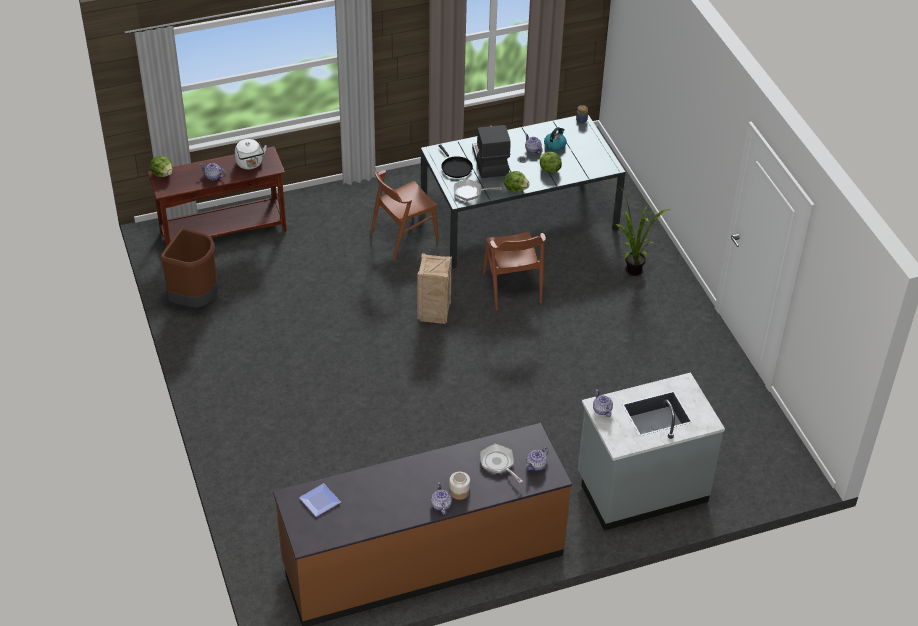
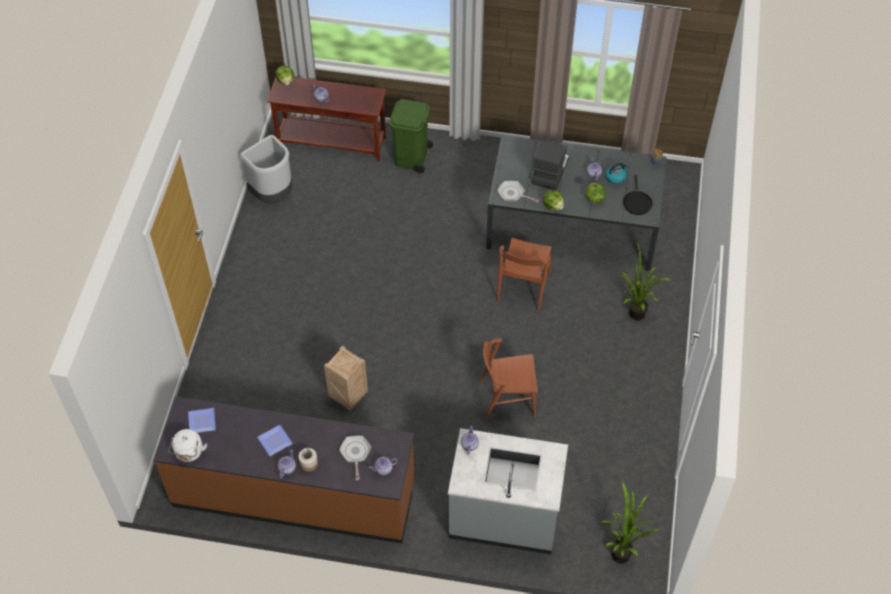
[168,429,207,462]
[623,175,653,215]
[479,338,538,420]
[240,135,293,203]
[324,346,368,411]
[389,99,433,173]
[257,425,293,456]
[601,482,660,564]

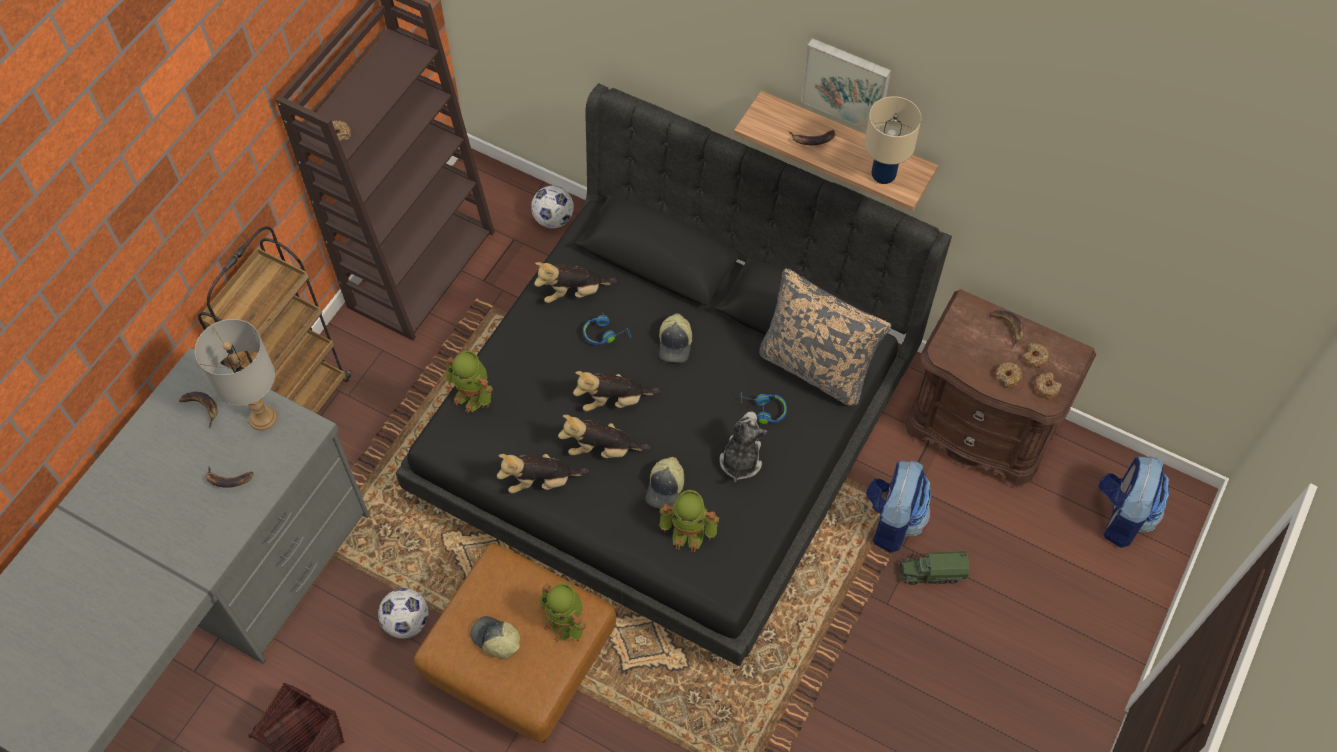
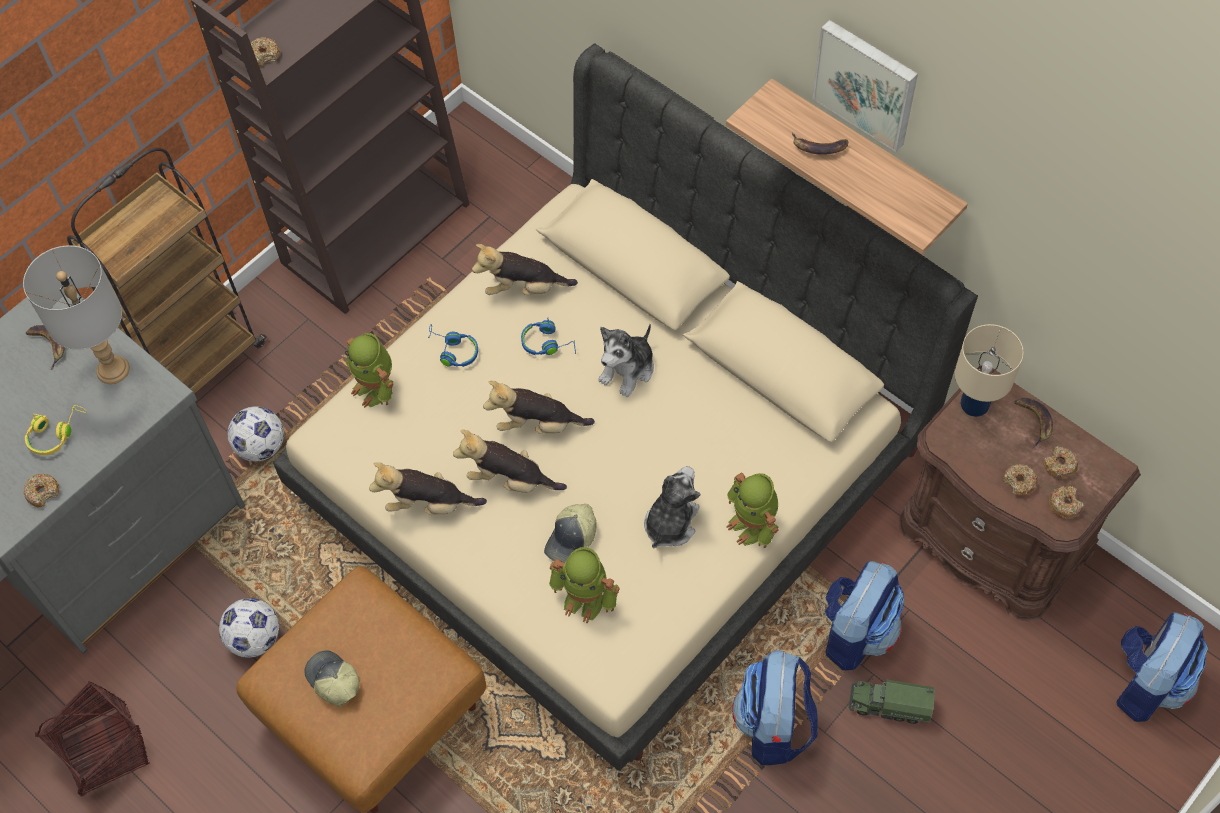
[273,43,978,771]
[955,324,1023,417]
[227,406,284,462]
[759,268,891,406] (first image)
[598,324,654,397]
[428,325,478,367]
[25,405,87,455]
[727,473,779,548]
[24,474,59,507]
[732,650,818,765]

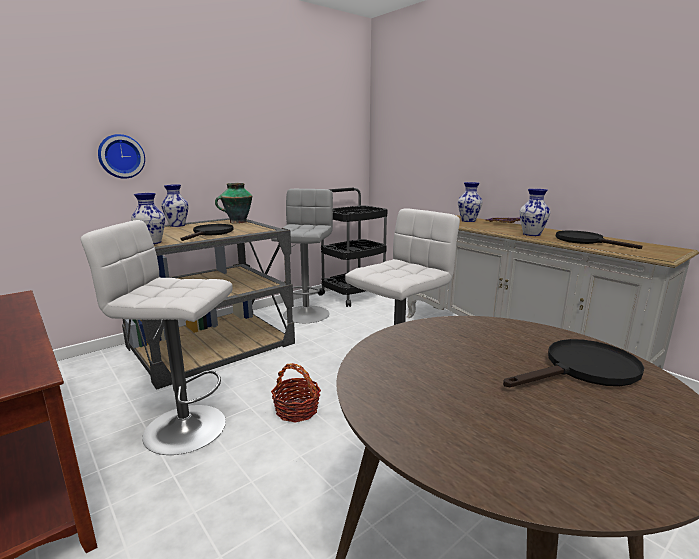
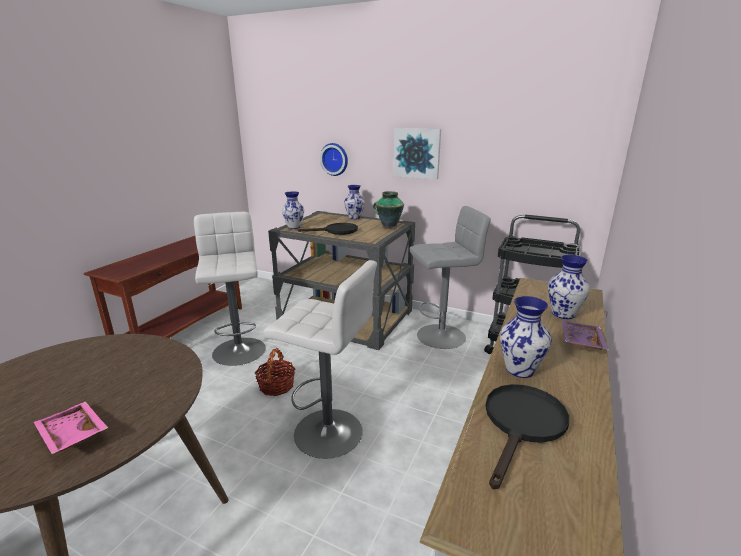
[34,402,108,454]
[393,128,441,180]

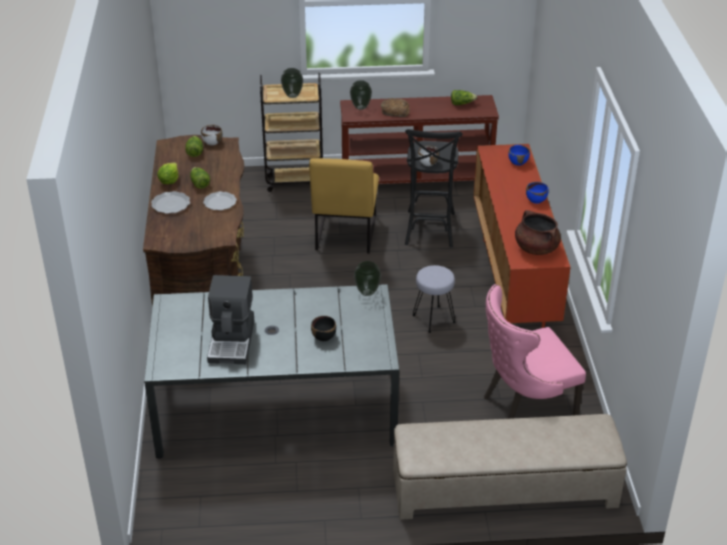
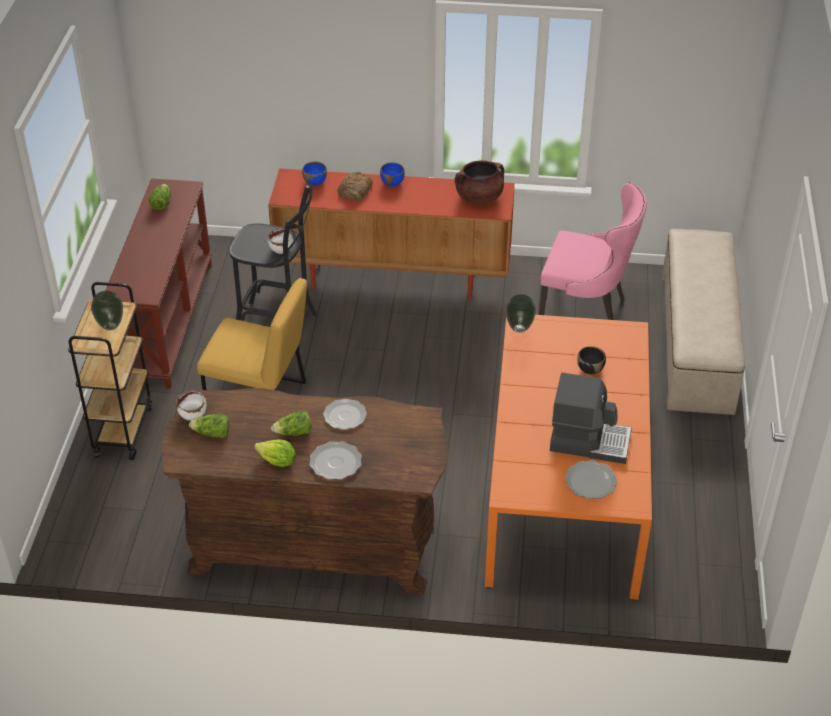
[350,80,372,110] (first image)
[338,172,373,200]
[412,265,456,333] (first image)
[485,315,652,600]
[539,182,647,320]
[565,460,618,499]

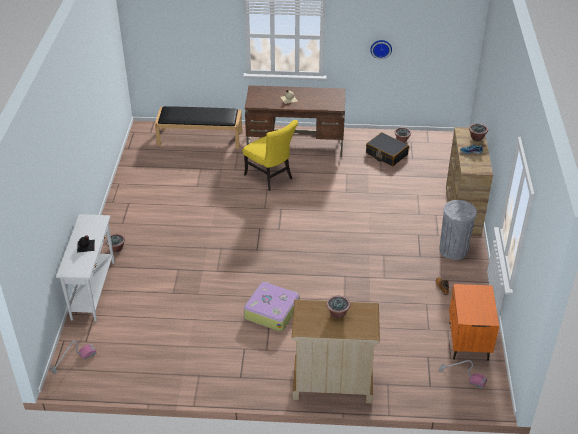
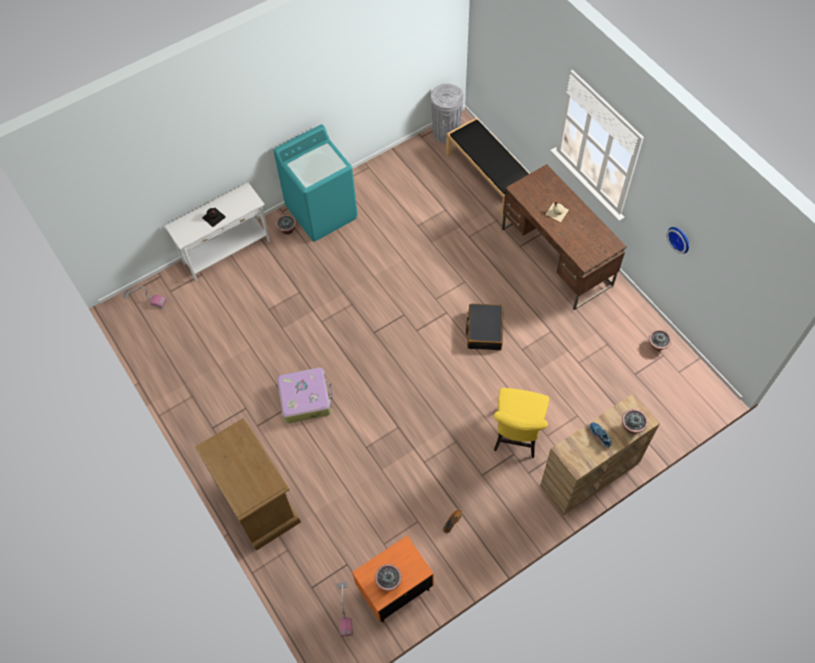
[494,388,550,458]
[466,303,504,350]
[431,84,464,143]
[375,564,402,591]
[273,125,358,242]

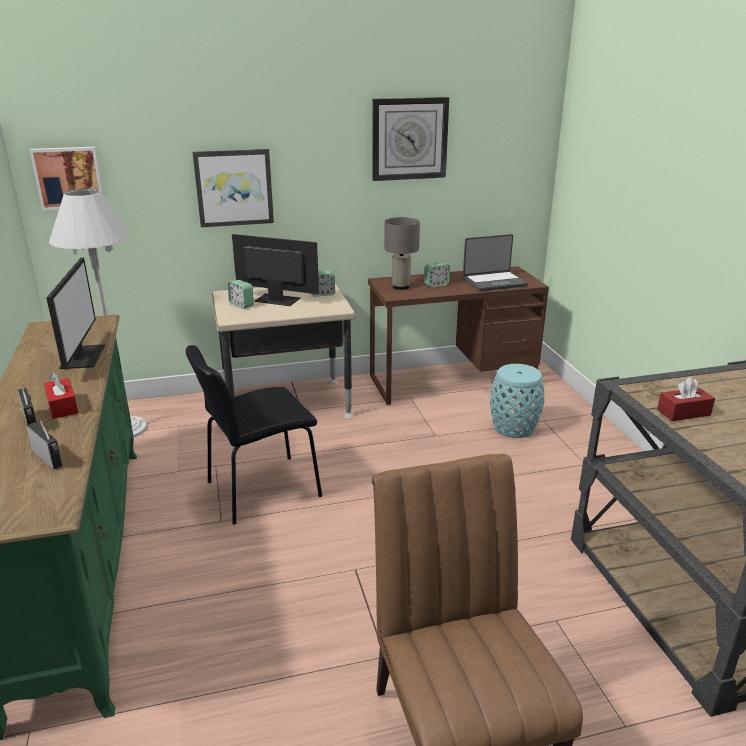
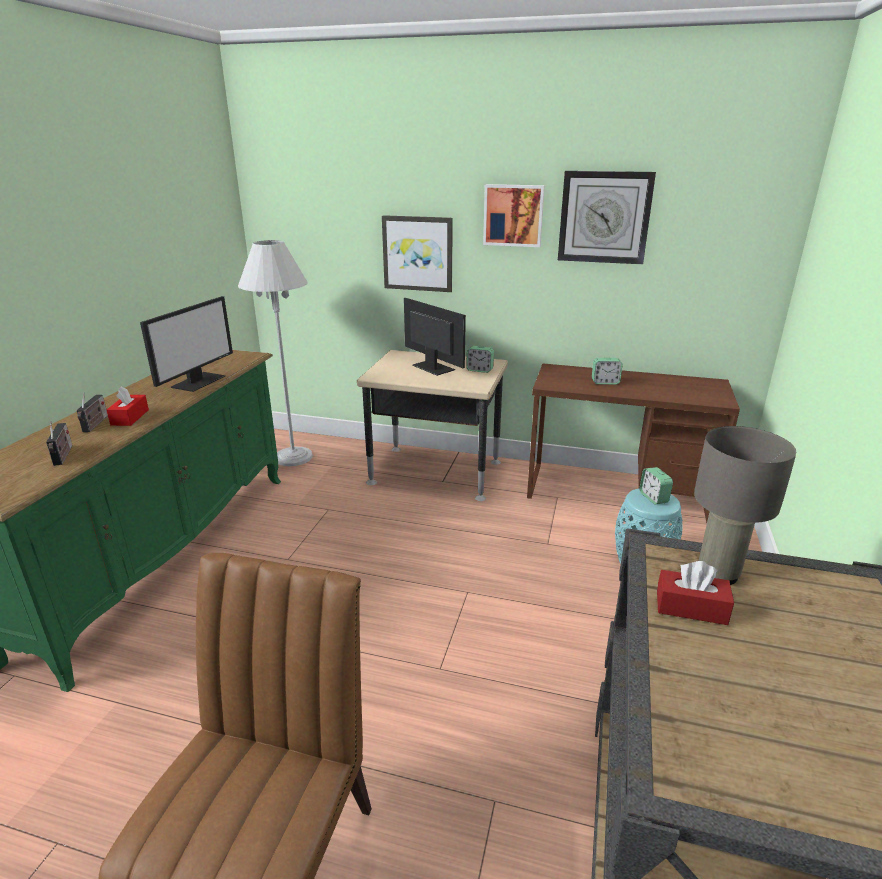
[483,184,545,247]
[694,426,796,585]
[463,234,528,291] (first image)
[639,467,673,504]
[186,345,322,524] (first image)

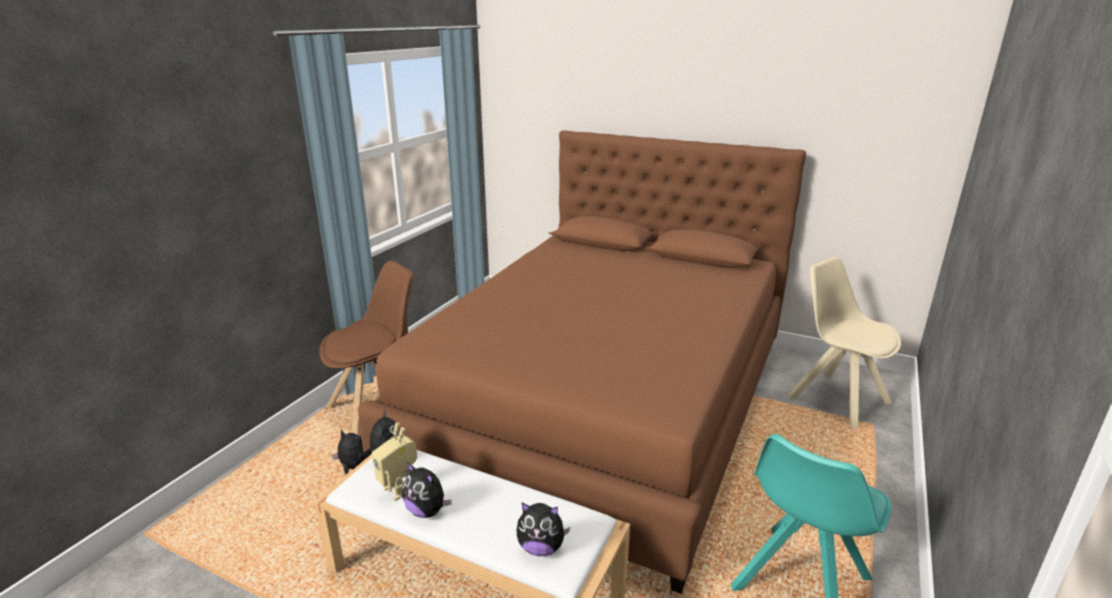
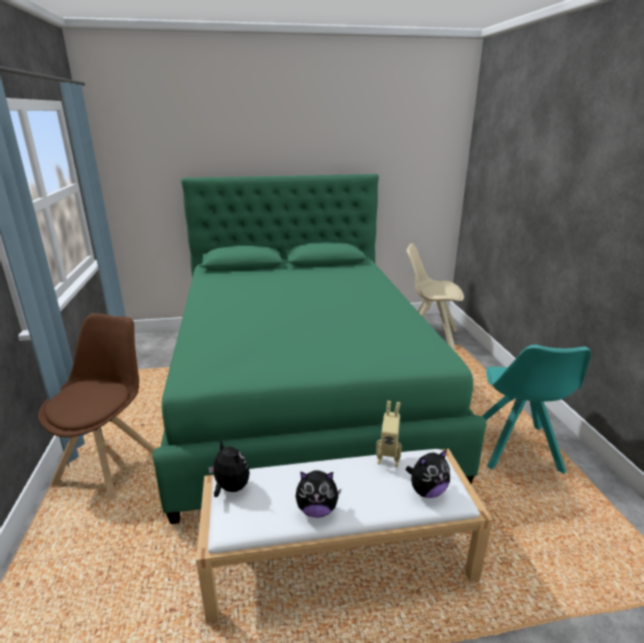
[152,174,487,524]
[376,401,402,467]
[332,430,365,474] (first image)

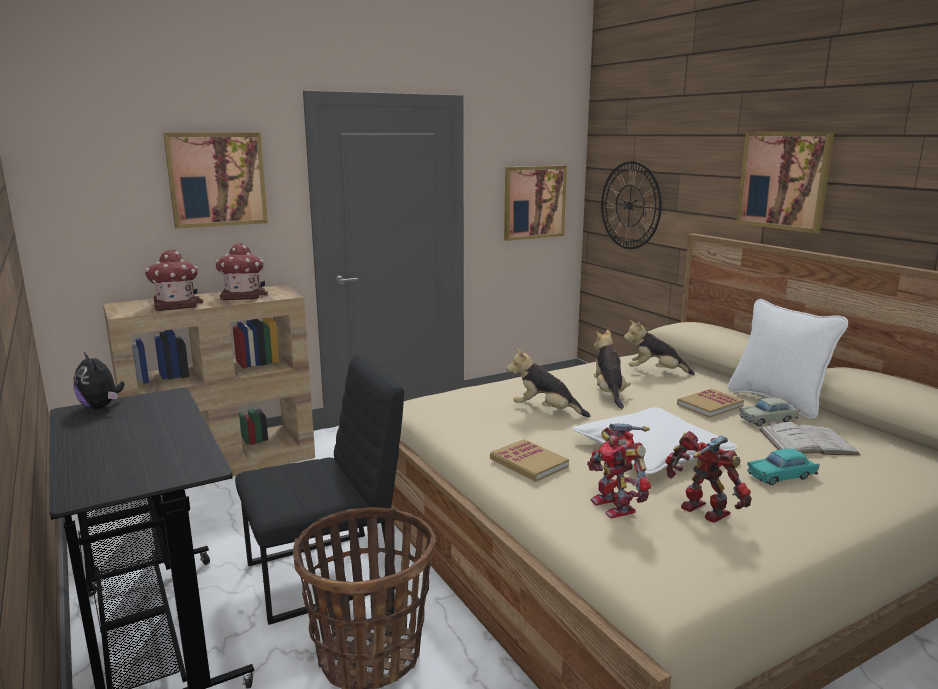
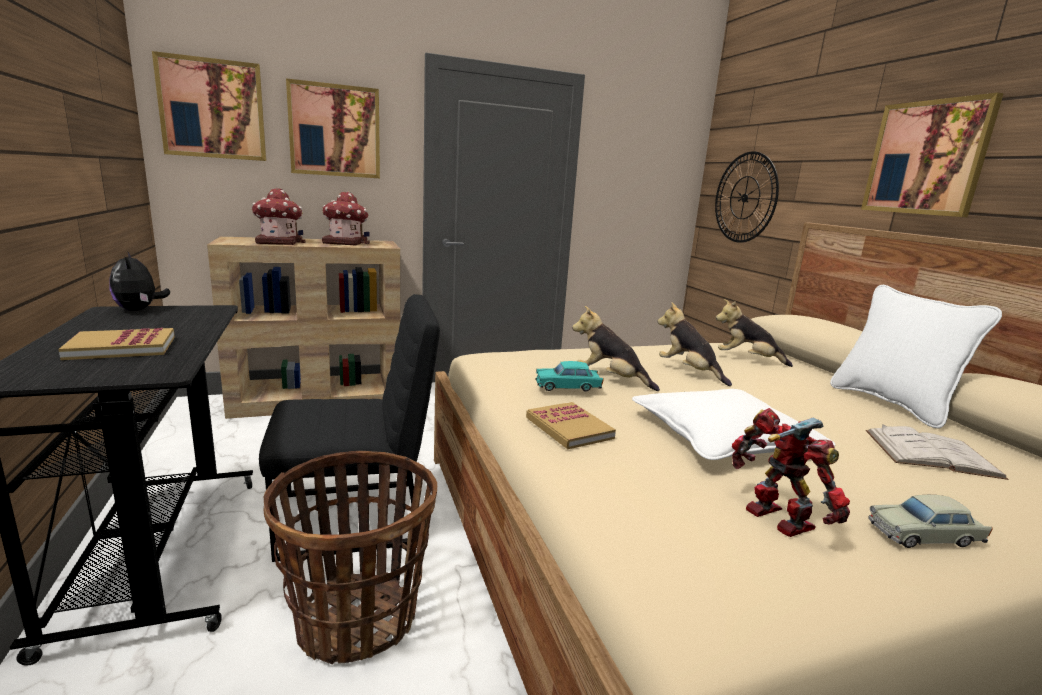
[152,51,266,161]
[658,302,732,386]
[58,328,175,360]
[868,495,993,548]
[587,423,651,518] (first image)
[536,361,604,391]

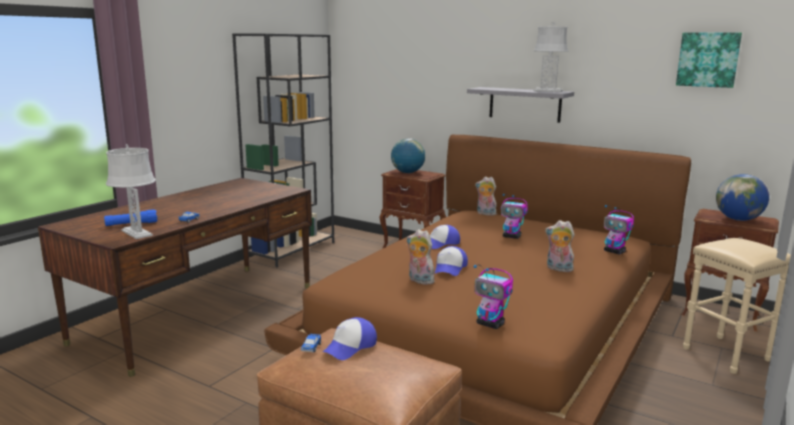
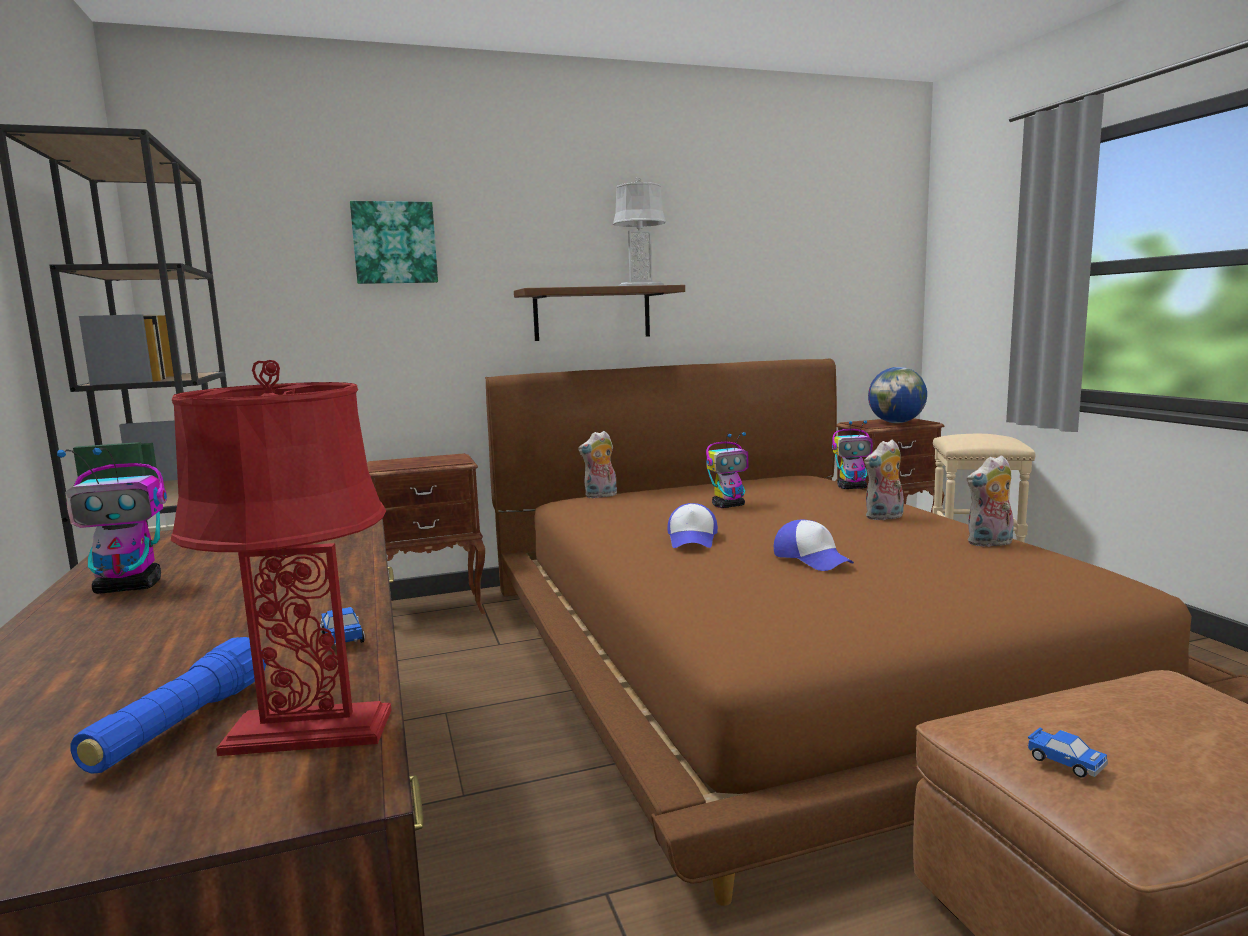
[350,201,438,284]
[514,285,685,341]
[391,138,426,173] (first image)
[171,360,391,756]
[967,455,1014,547]
[57,448,167,594]
[323,317,377,360] (first image)

